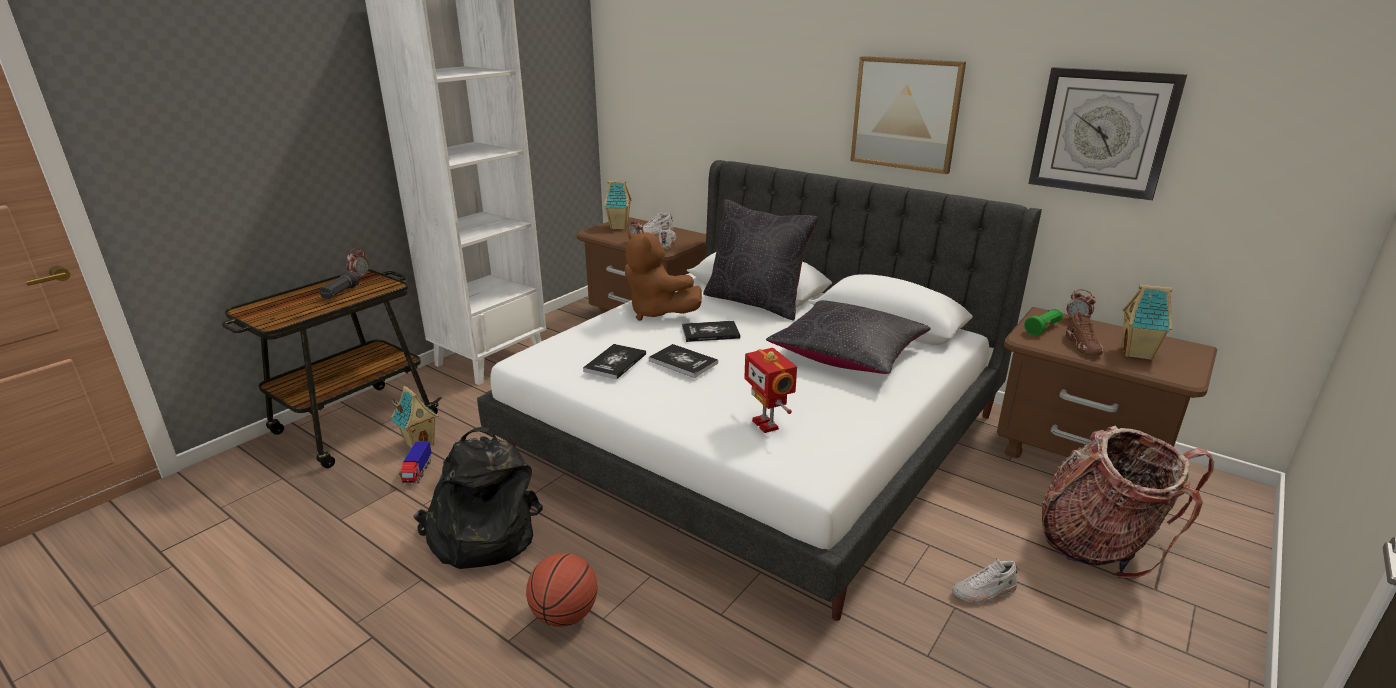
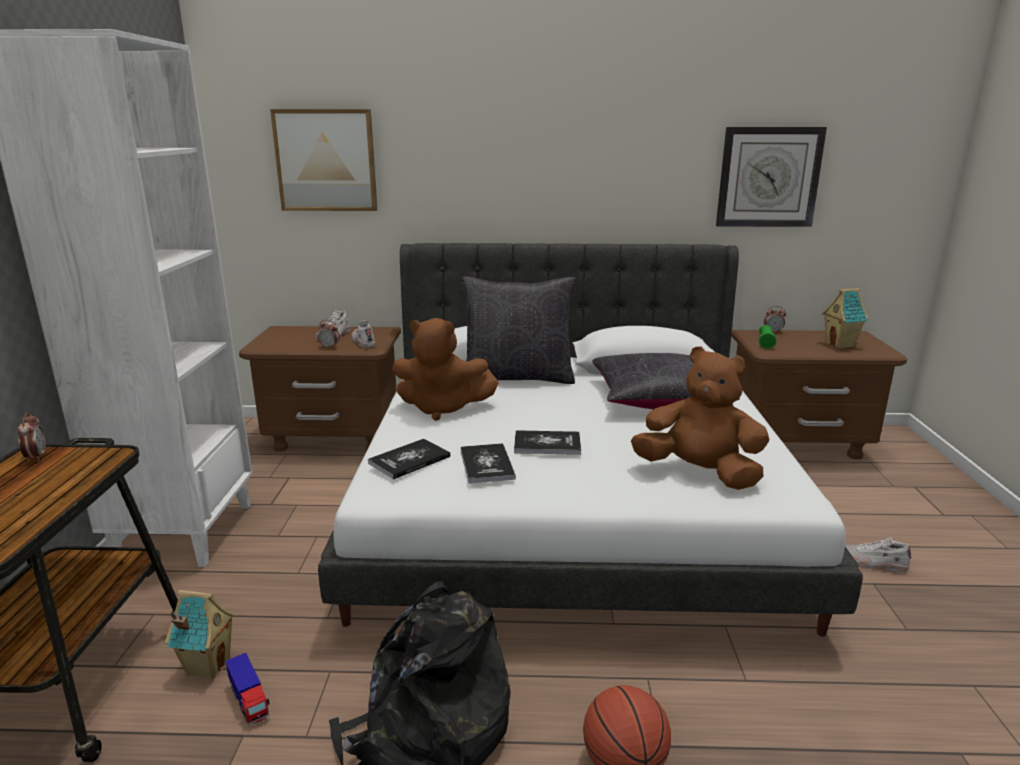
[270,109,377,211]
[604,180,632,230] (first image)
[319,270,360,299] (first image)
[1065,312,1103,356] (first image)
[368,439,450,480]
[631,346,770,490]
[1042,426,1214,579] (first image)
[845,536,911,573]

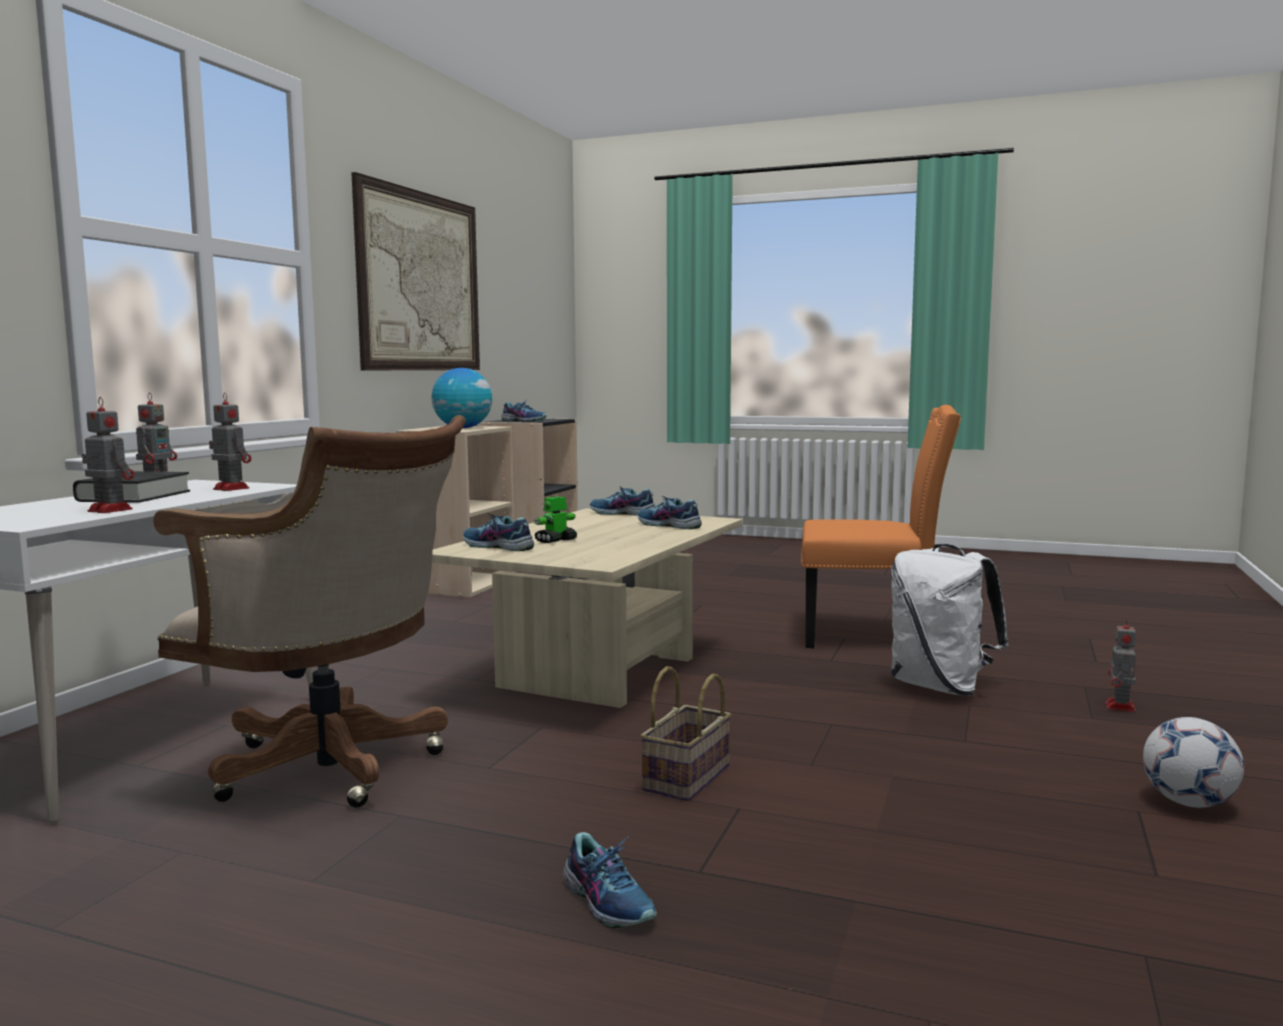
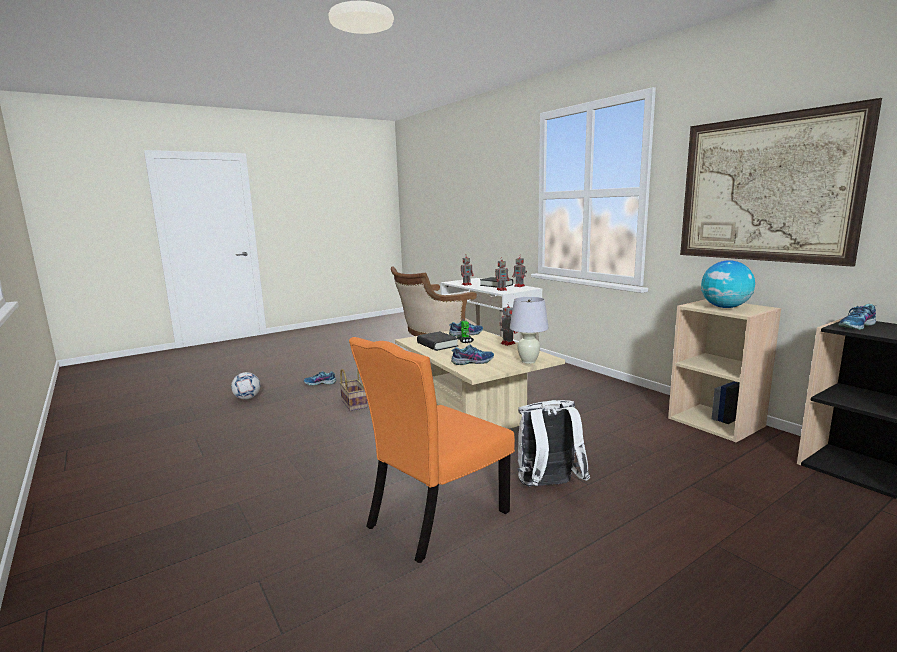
[510,297,549,364]
[517,400,590,486]
[500,303,517,346]
[231,372,260,399]
[417,331,459,351]

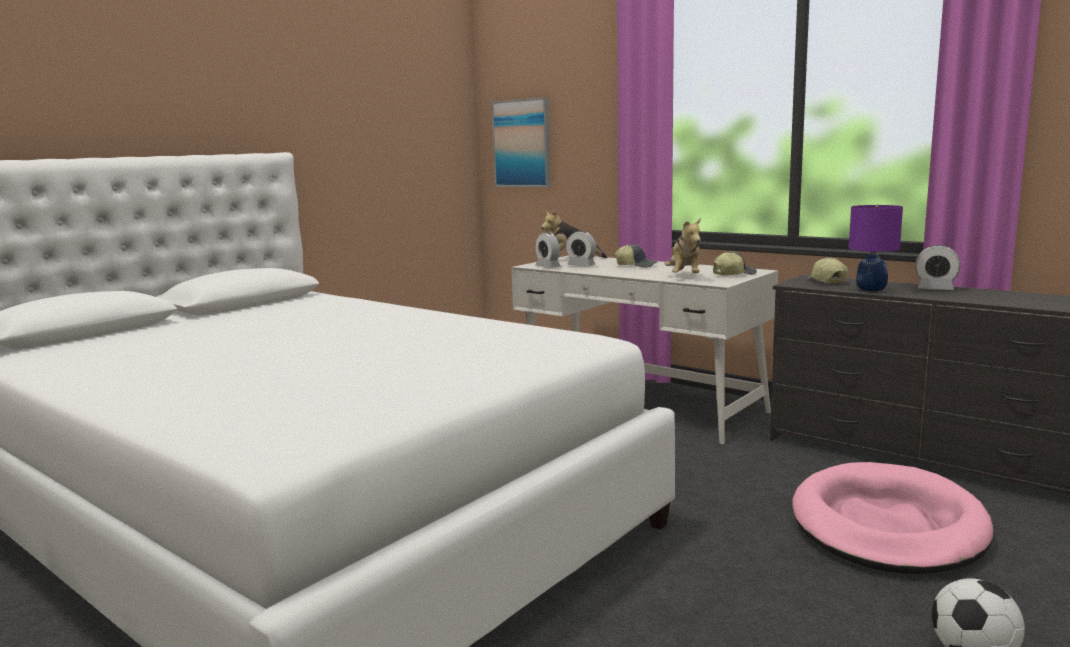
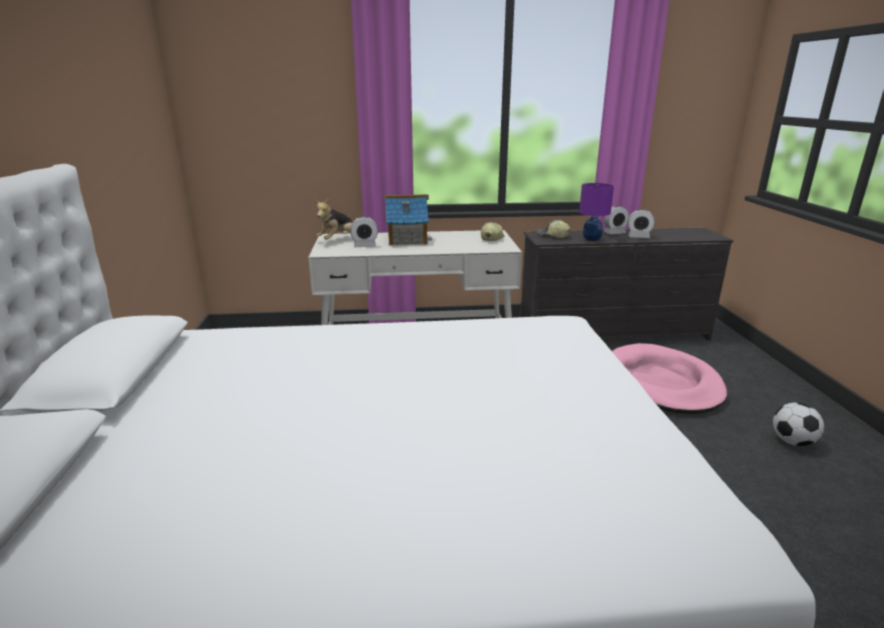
[491,97,551,187] (first image)
[664,218,701,273] (first image)
[627,209,655,238]
[384,194,432,246]

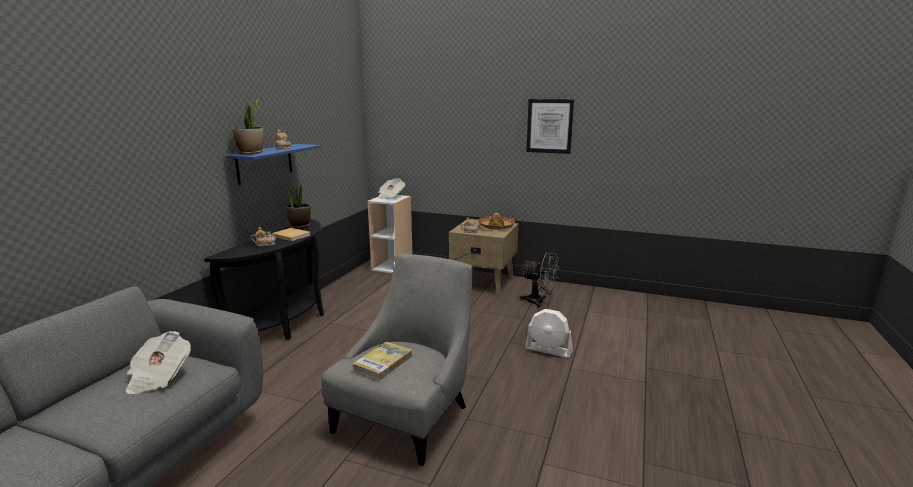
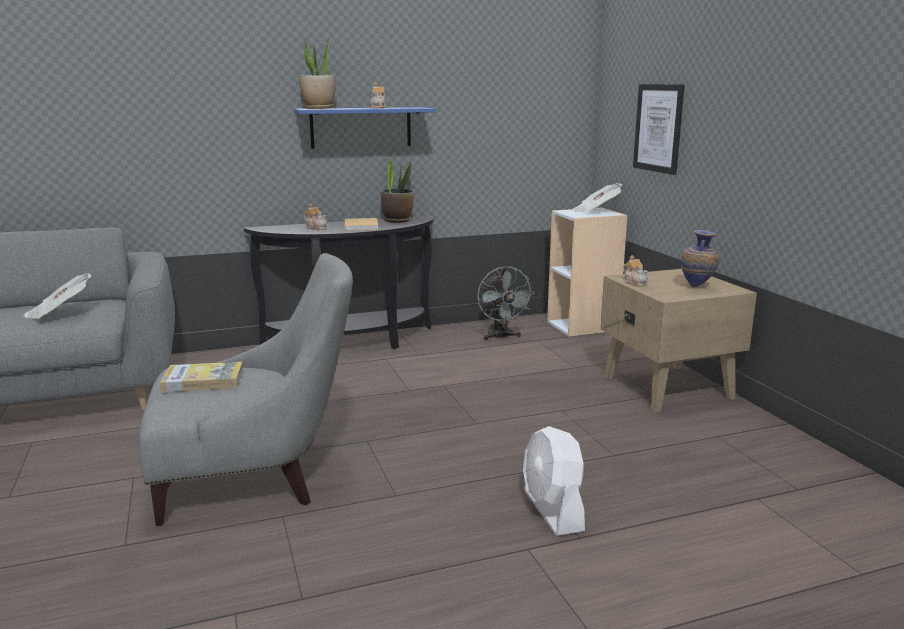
[633,84,685,175]
[681,230,719,287]
[477,266,535,341]

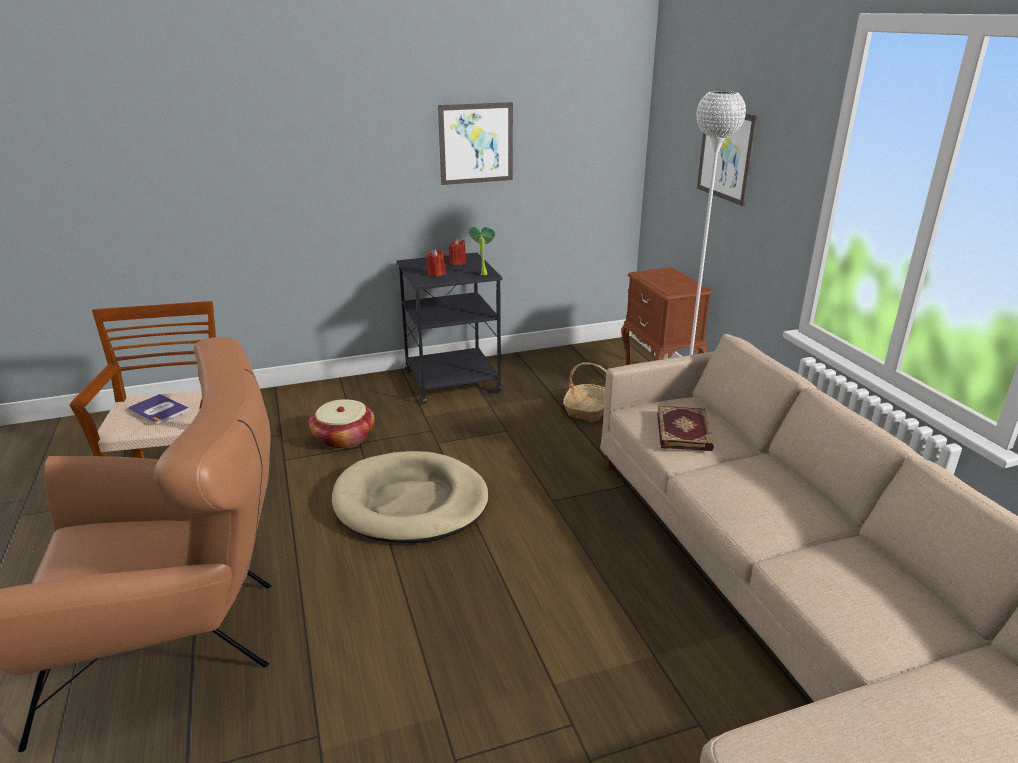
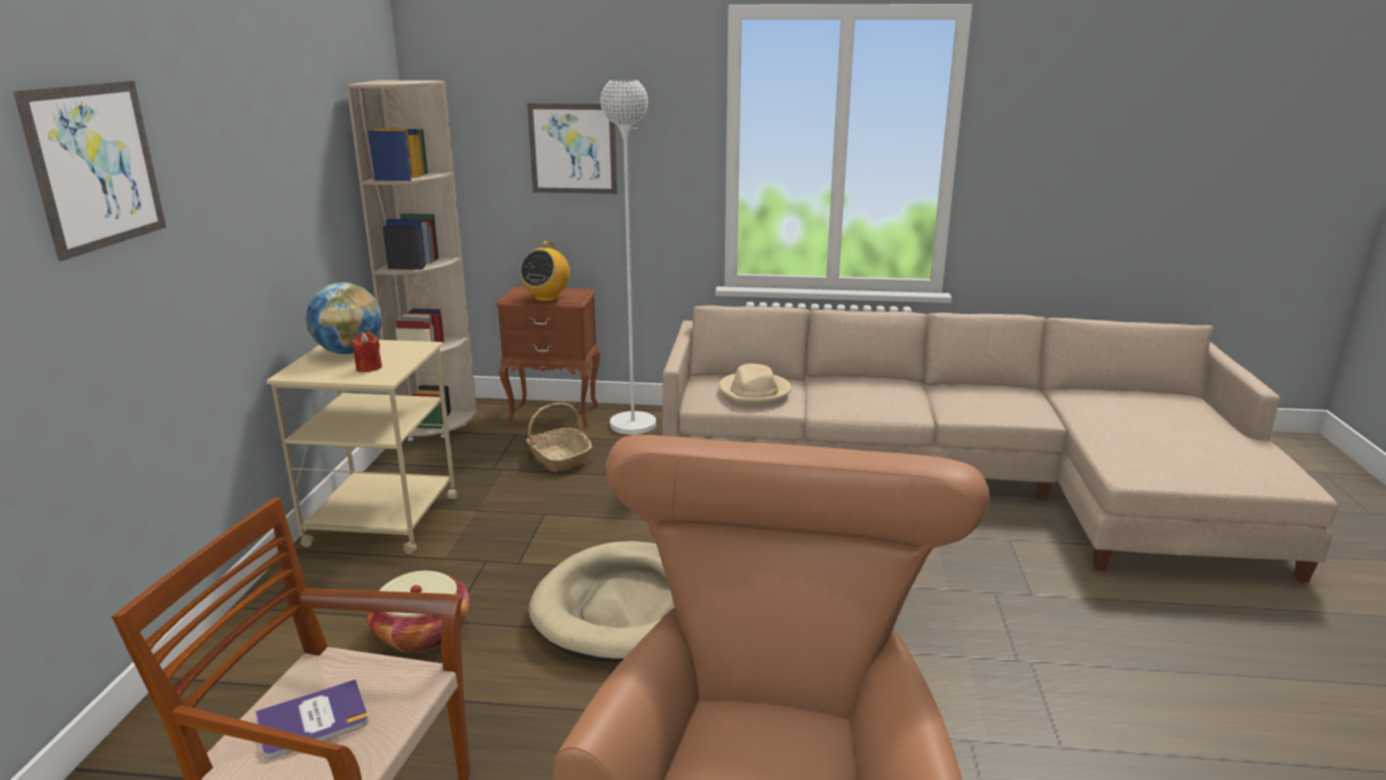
[13,81,166,261]
[469,227,495,276] (first image)
[306,282,382,354]
[266,340,457,554]
[719,364,791,404]
[346,80,477,441]
[520,241,570,302]

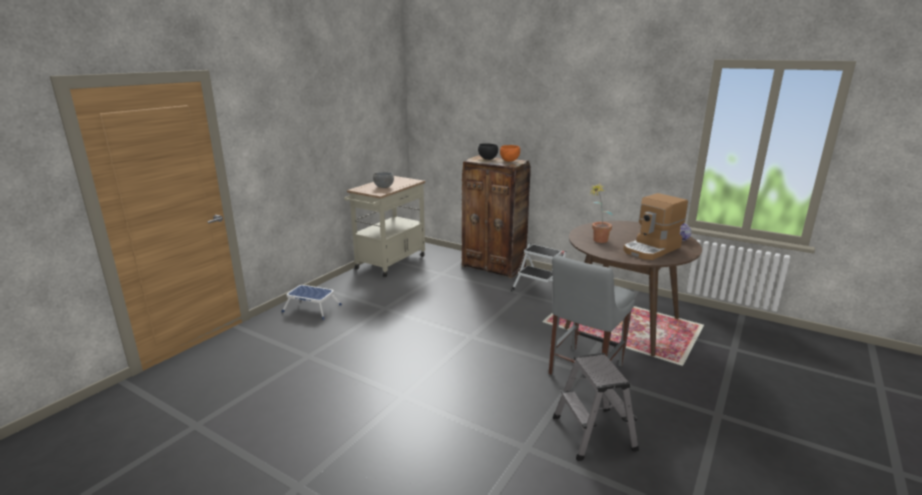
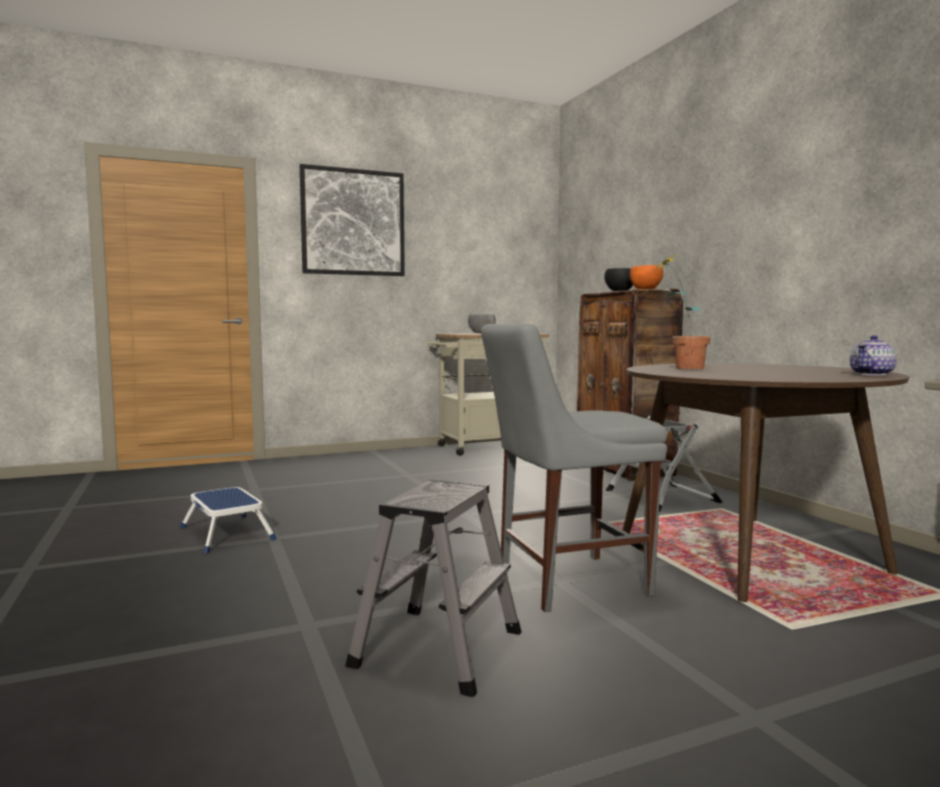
[623,193,688,260] (first image)
[180,487,277,553]
[300,164,405,276]

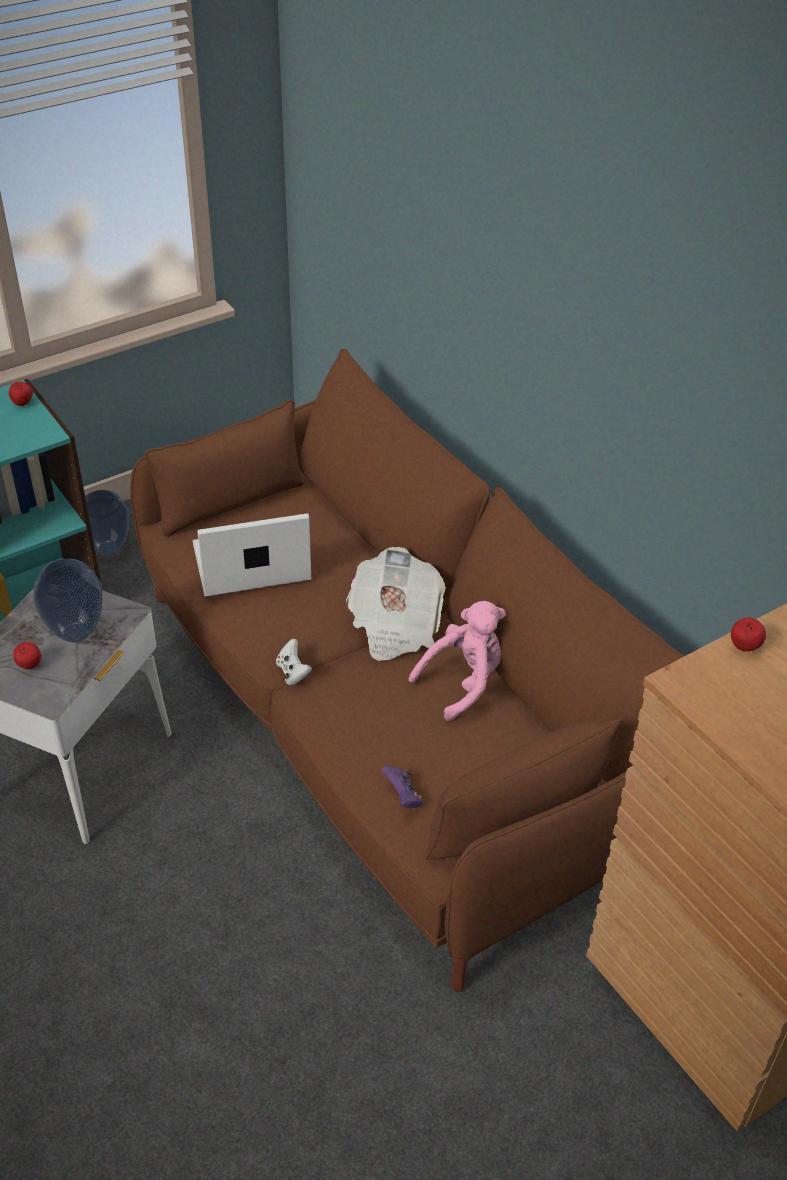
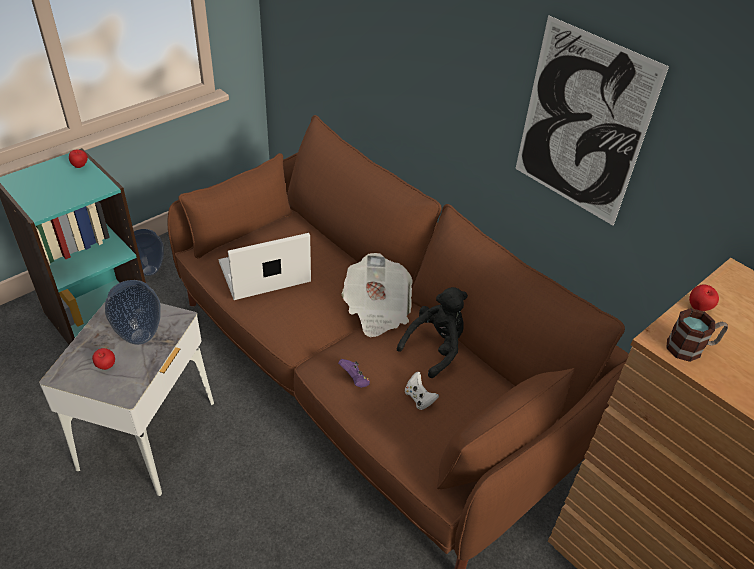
[397,287,468,378]
[405,372,439,410]
[338,359,370,388]
[515,15,669,226]
[666,308,728,362]

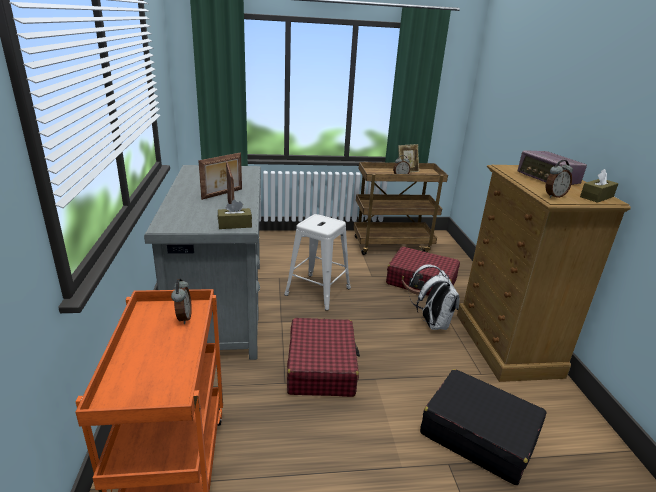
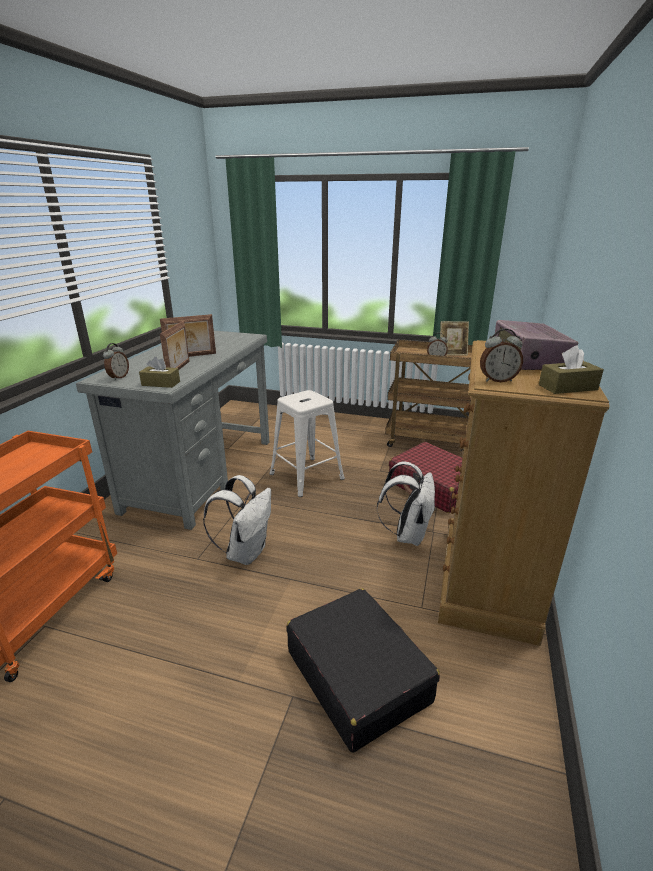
[103,343,129,380]
[203,475,271,565]

